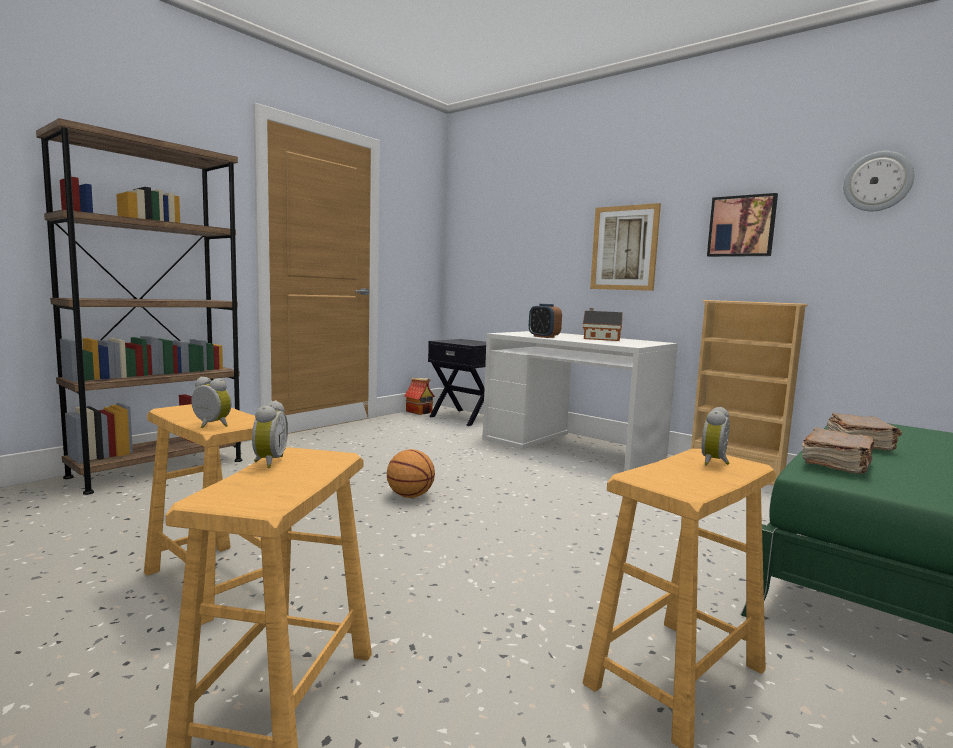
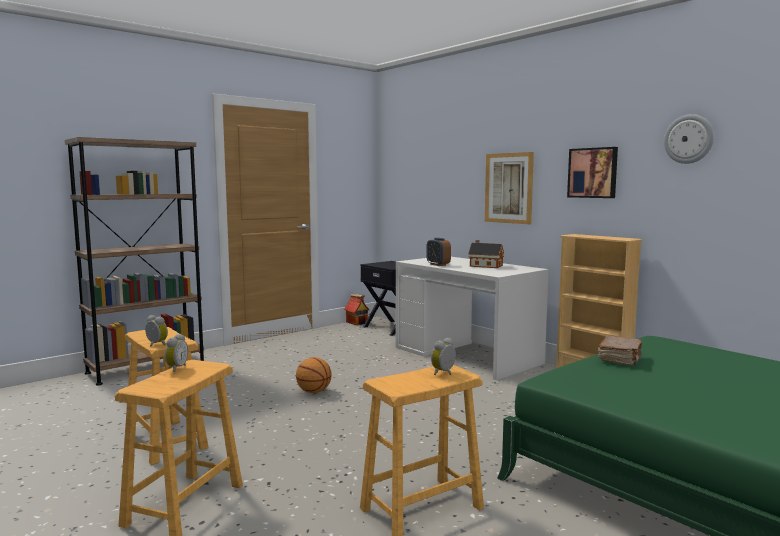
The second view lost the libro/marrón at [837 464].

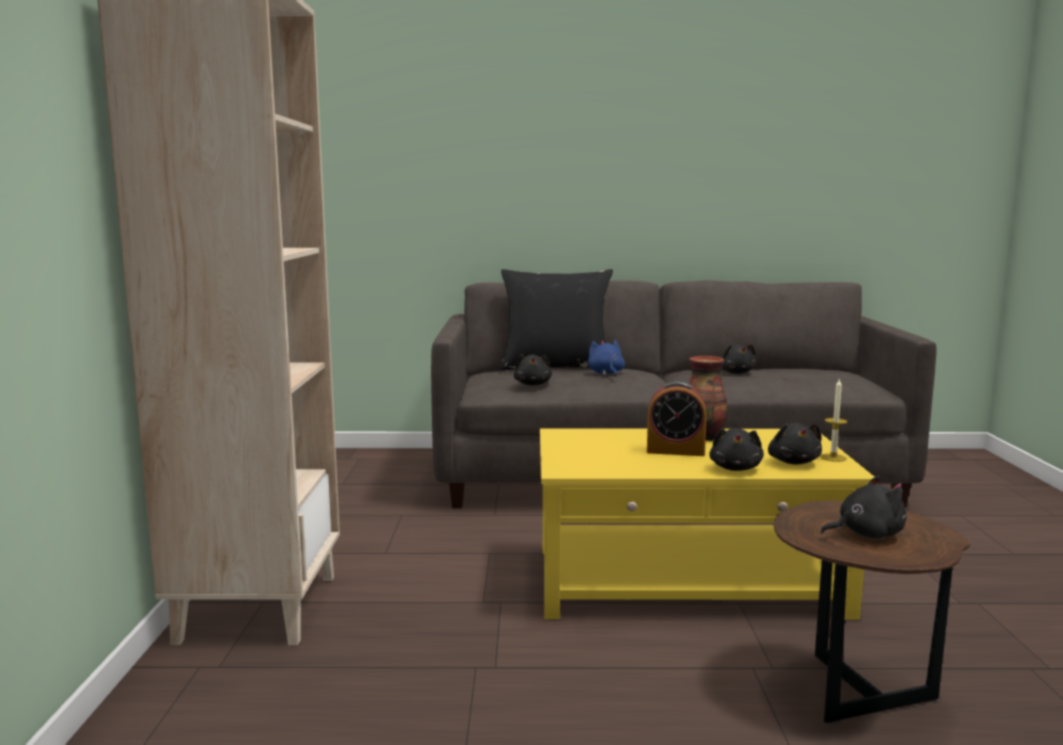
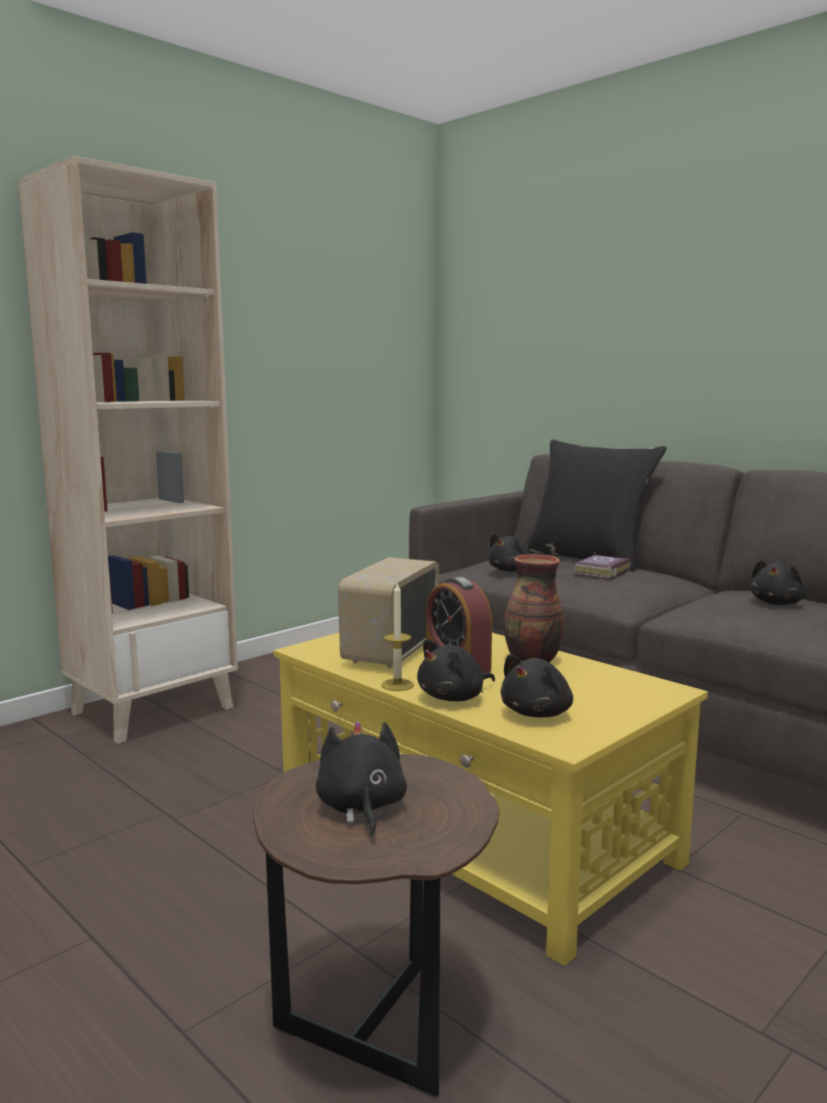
Where the peluche/azul stood at [606 373], the libro came to stand at [600 573]. The vela ended up elsewhere, having gone from [833 457] to [397 685]. The peluche/negro at [865 534] ended up facing another way, 135 degrees counterclockwise from before. The second view gained the radio at [390 652].

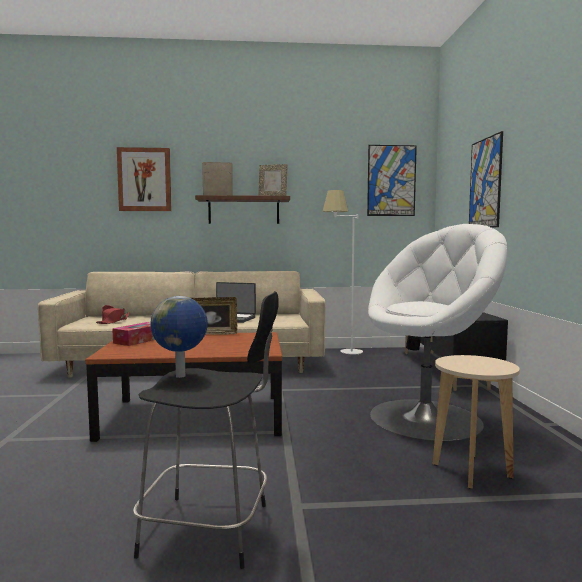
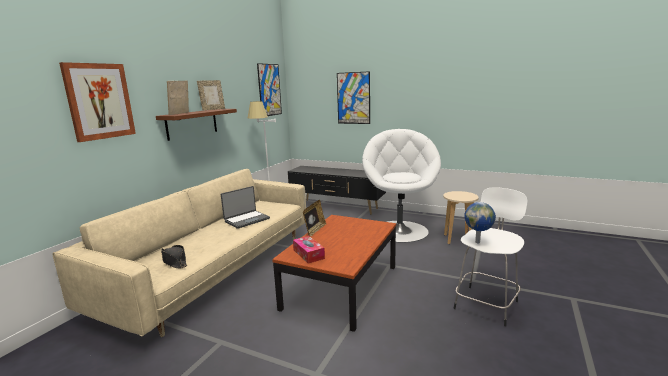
What was the sombrero/rojo at [113 321] turned into the sombrero/negro at [174 261]. What was the taburete/negro at [211 530] turned into the taburete/blanco at [486 303].

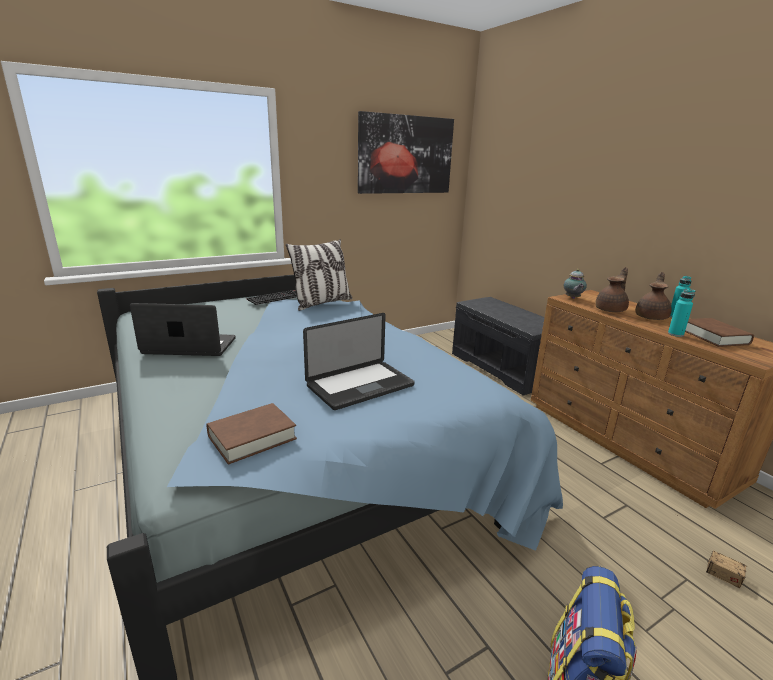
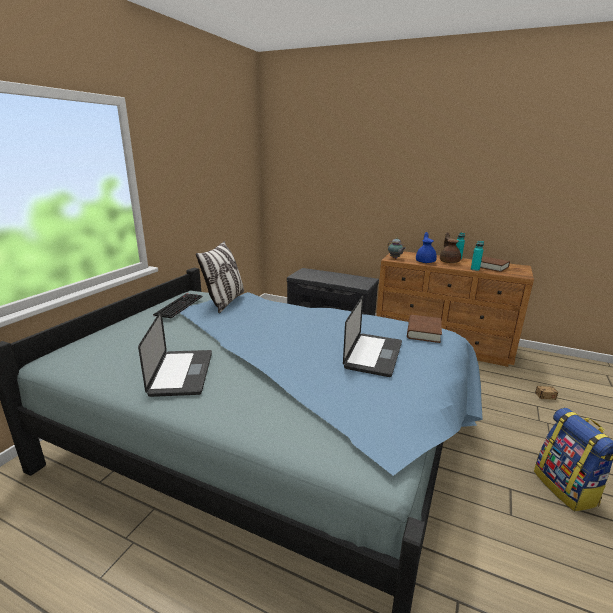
The portátil at [190 346] ended up facing another way, 120 degrees clockwise from before. The libro/marrón ended up elsewhere, having gone from [252 437] to [423 332]. The second view lost the cuadro at [405 155]. What was the tetera/marrón at [611 310] turned into the tetera/azul at [425 261].

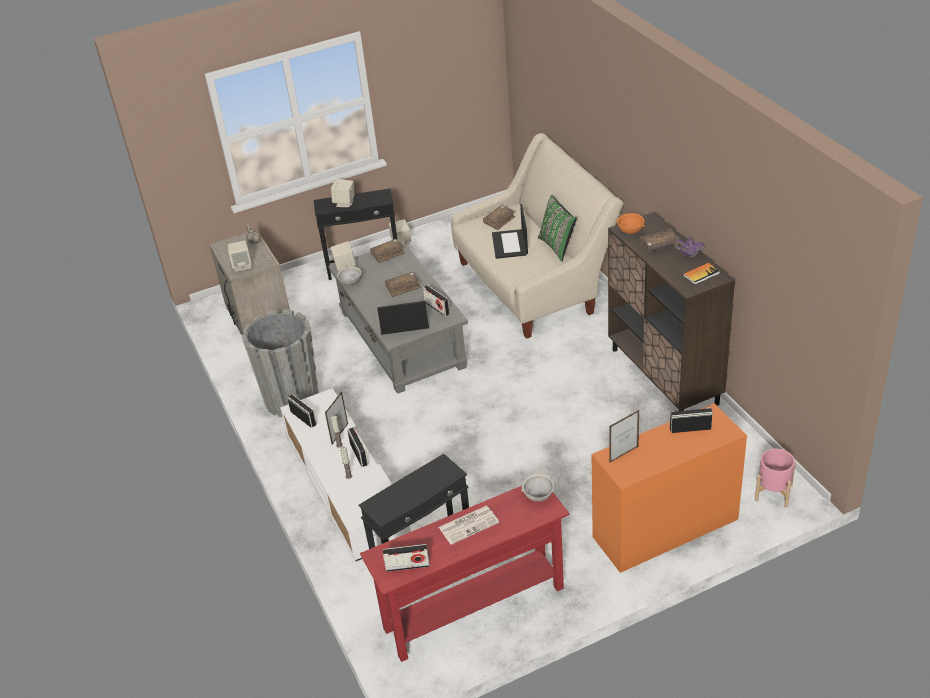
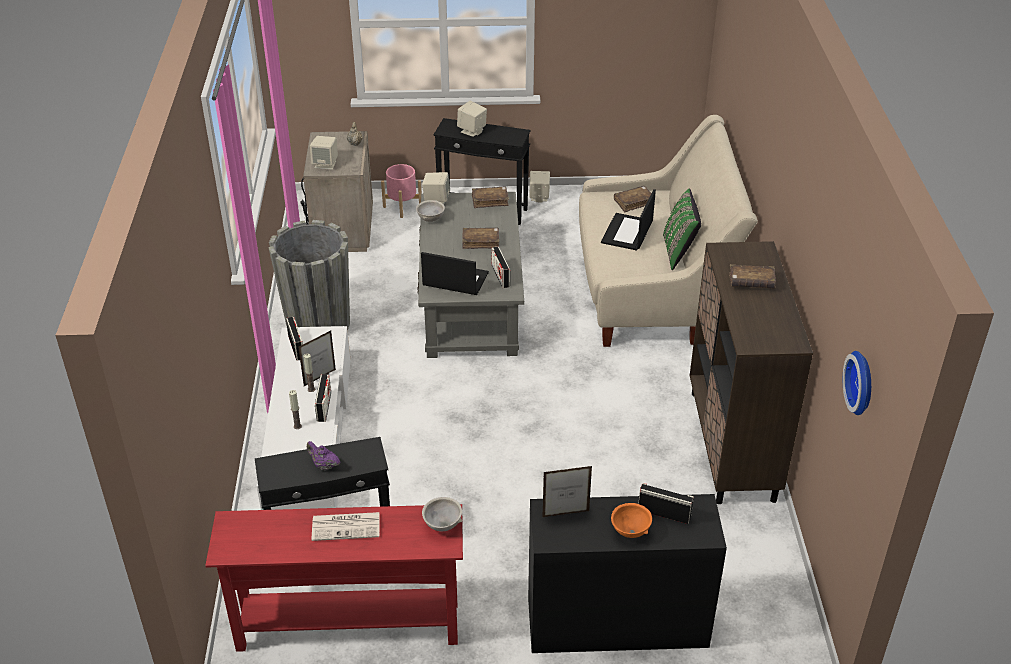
The second view lost the radio at [407 566]. What was the escritorio/naranja at [665 528] turned into the escritorio/negro at [616 623]. The cuenco/naranja ended up elsewhere, having gone from [630 232] to [630 531]. The tetera/morado ended up elsewhere, having gone from [688 255] to [324 465]. The second view lost the libro at [701 274]. The maceta/rosa ended up elsewhere, having gone from [773 492] to [402 206]. The second view gained the reloj de pared at [863 382].

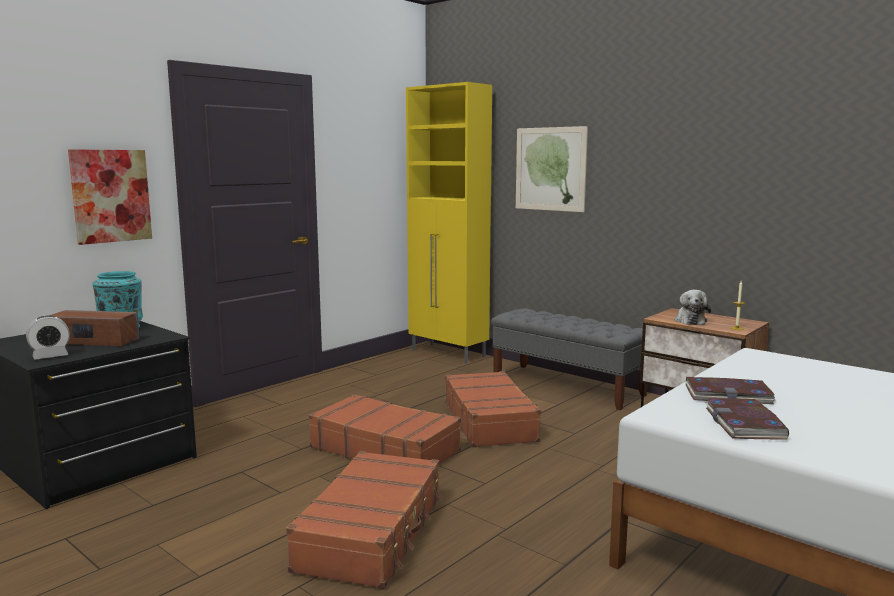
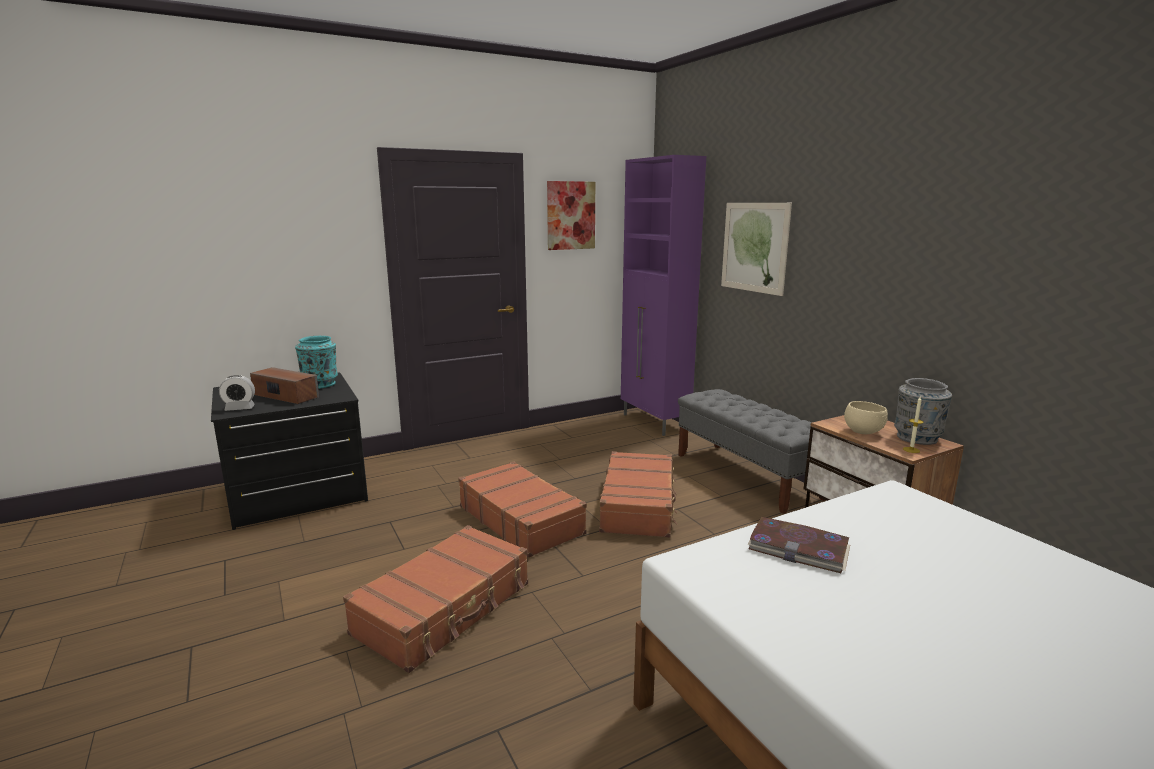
The cuadro ended up elsewhere, having gone from [111 196] to [570 215]. What was the armario/amarillo at [448 353] turned into the armario/morado at [654 422]. Where the peluche stood at [690 321], the cuenco/beis came to stand at [863 432]. The second view lost the libro at [745 423]. The second view gained the florero/gris at [917 438].

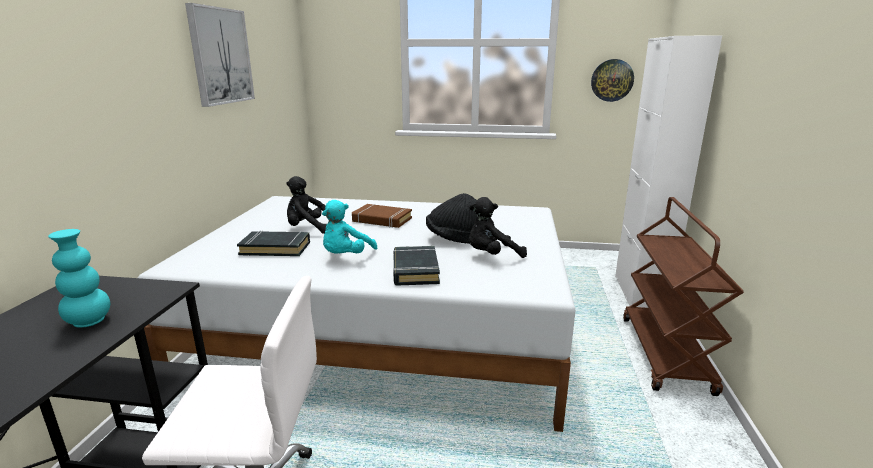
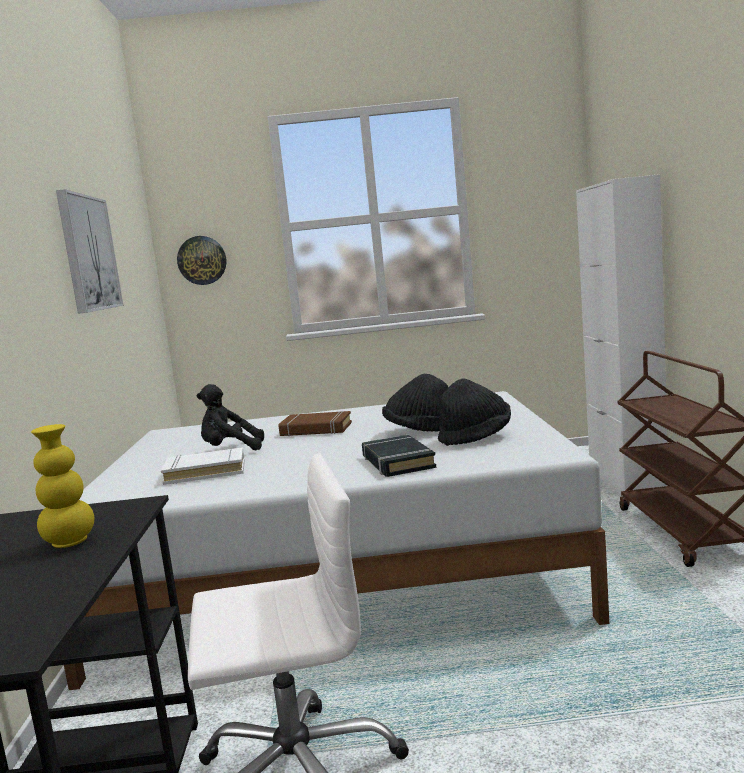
What was the florero/turquesa at [89 322] turned into the florero/amarillo at [70 542]. What was the libro/negro at [276 248] turned into the libro/blanco at [205 472]. The second view lost the peluche/turquesa at [346 256]. Where the peluche/negro stood at [492 255], the sombrero/negro came to stand at [475 437]. The reloj de pared ended up elsewhere, having gone from [612 80] to [202 260].

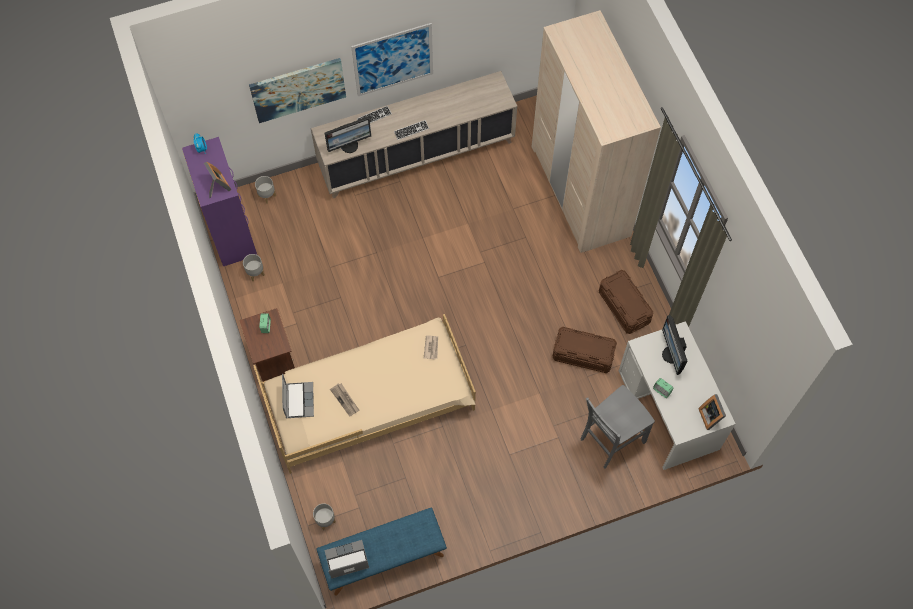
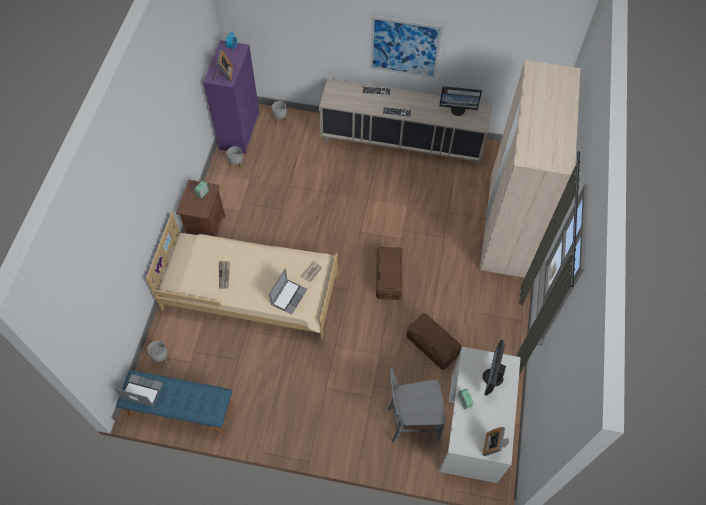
The second view lost the cuadro at [298 89]. The portátil ended up elsewhere, having gone from [298 400] to [288 296]. The monitor ended up elsewhere, having gone from [349 145] to [458 110]. The caja de almacenaje/marrón ended up elsewhere, having gone from [624 307] to [388 278].

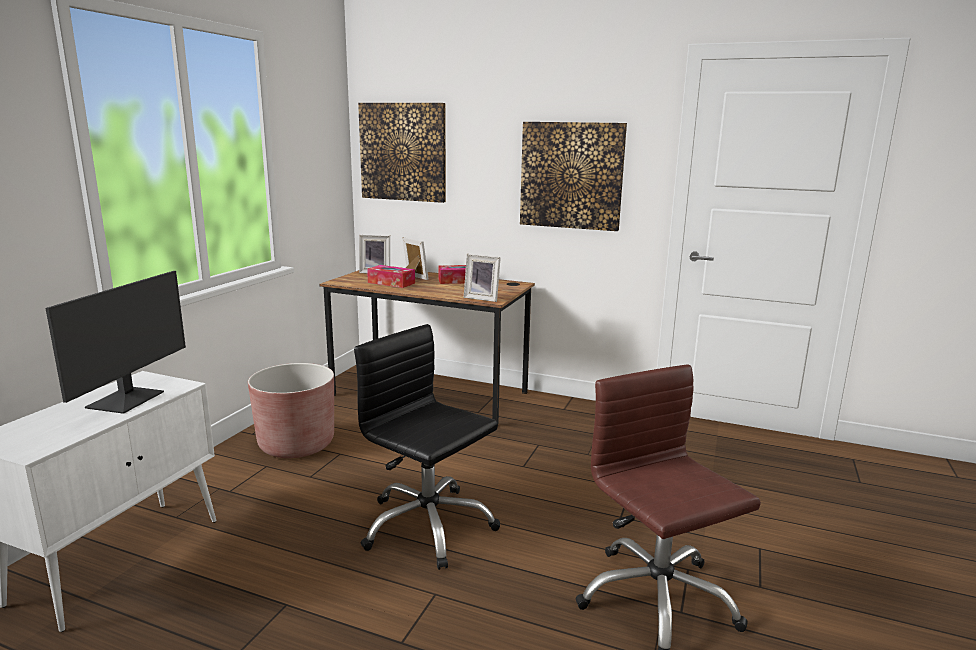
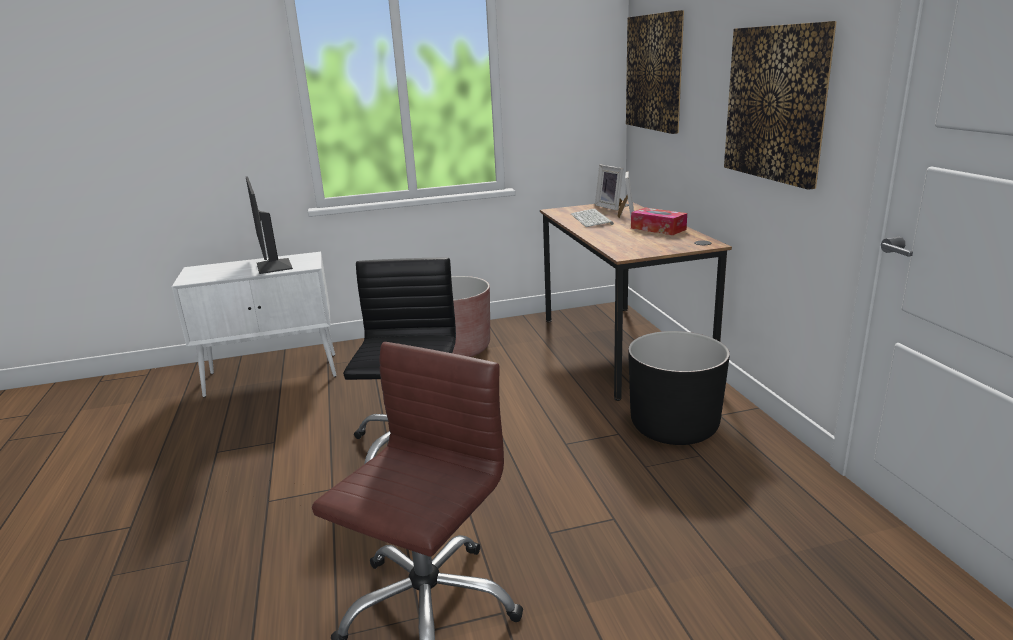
The monitor at [127 400] ended up facing another way, 90 degrees clockwise from before. Where the caja de pañuelos stood at [391 283], the teclado came to stand at [592 219]. The second view lost the portarretratos at [482 298]. The second view gained the maceta/negro at [674 426].

